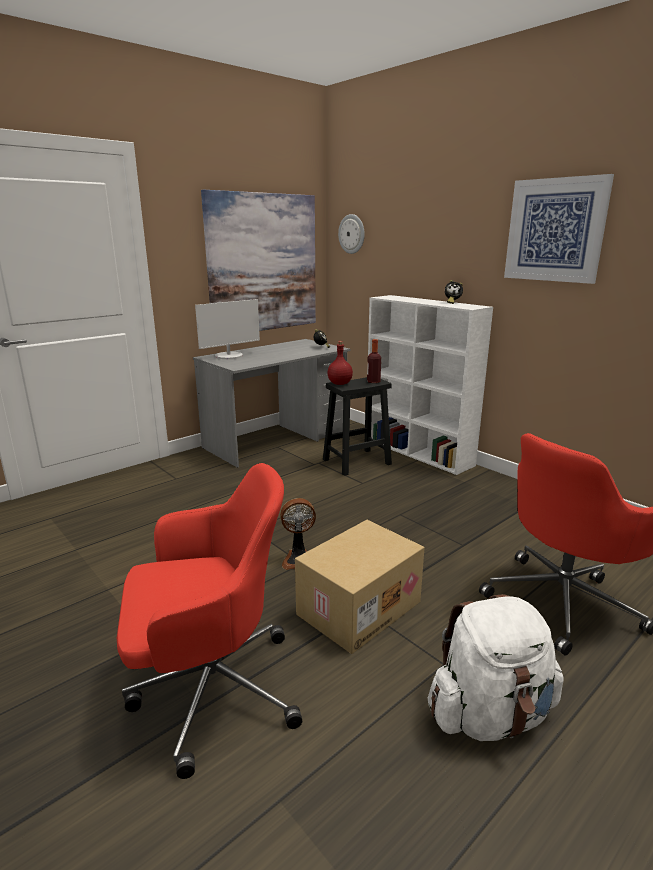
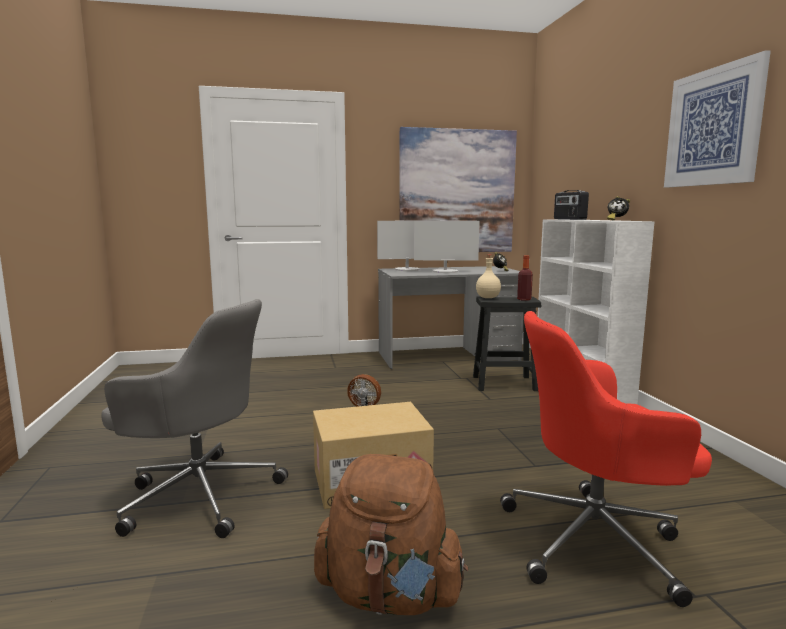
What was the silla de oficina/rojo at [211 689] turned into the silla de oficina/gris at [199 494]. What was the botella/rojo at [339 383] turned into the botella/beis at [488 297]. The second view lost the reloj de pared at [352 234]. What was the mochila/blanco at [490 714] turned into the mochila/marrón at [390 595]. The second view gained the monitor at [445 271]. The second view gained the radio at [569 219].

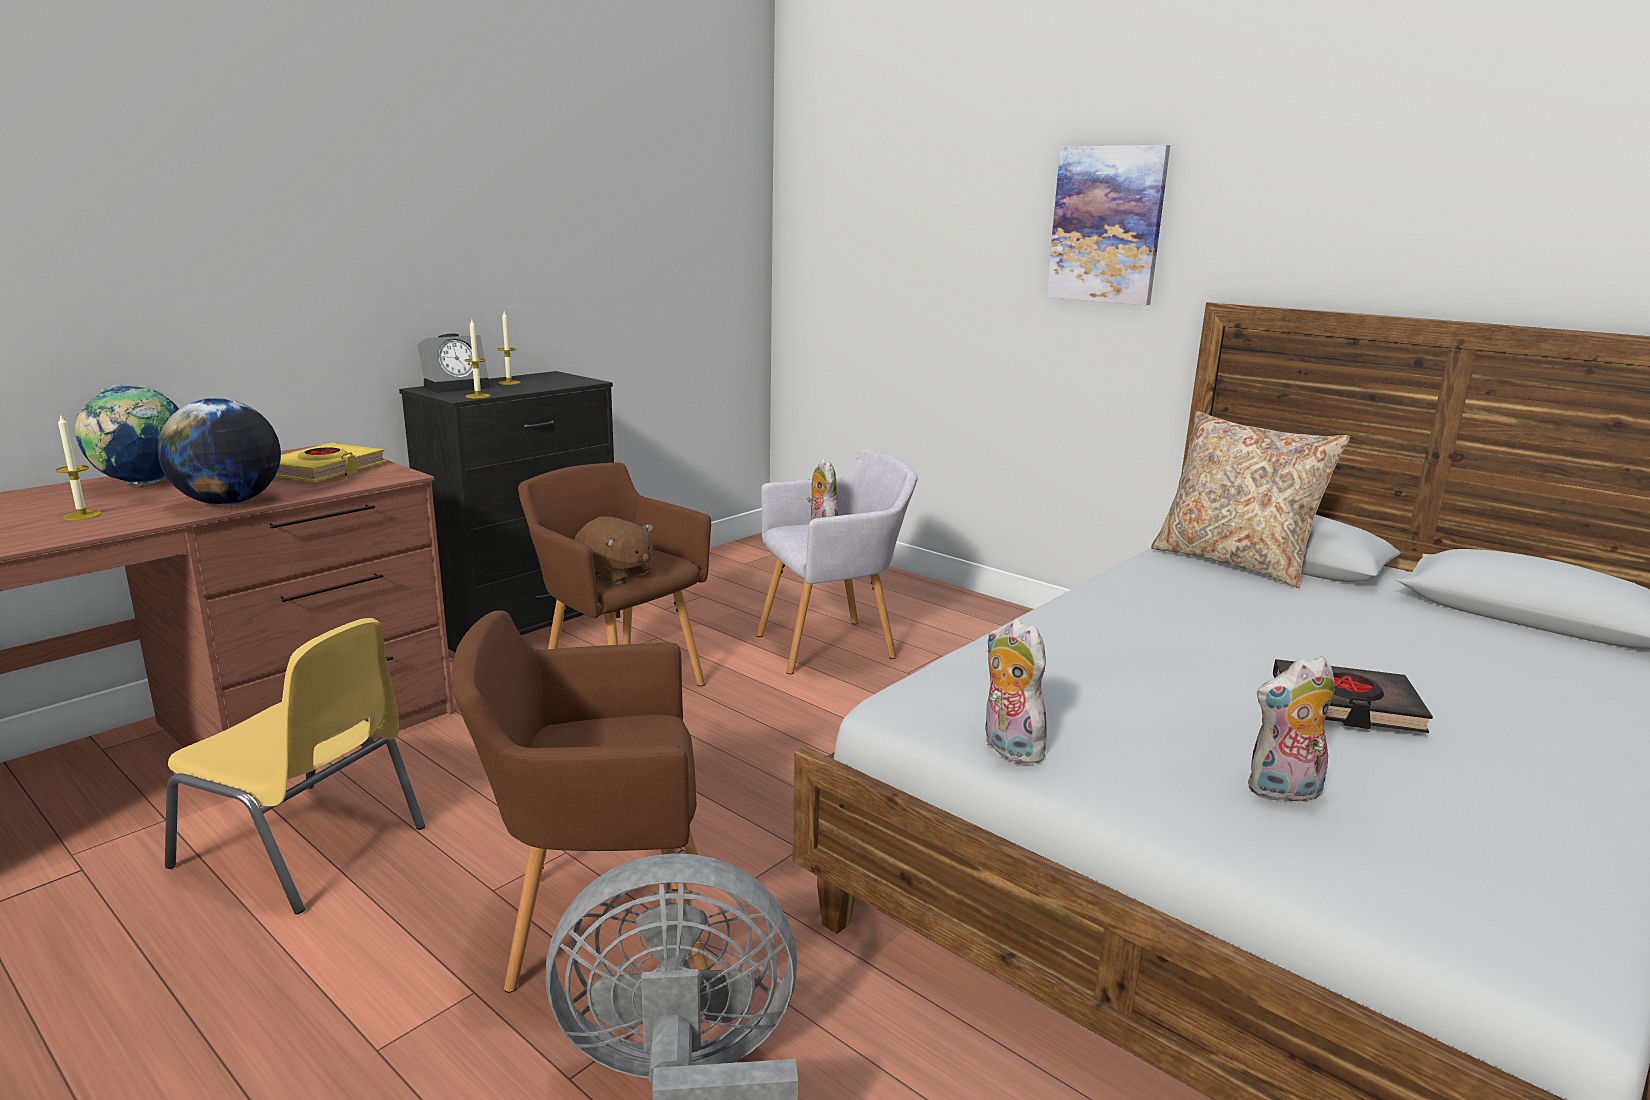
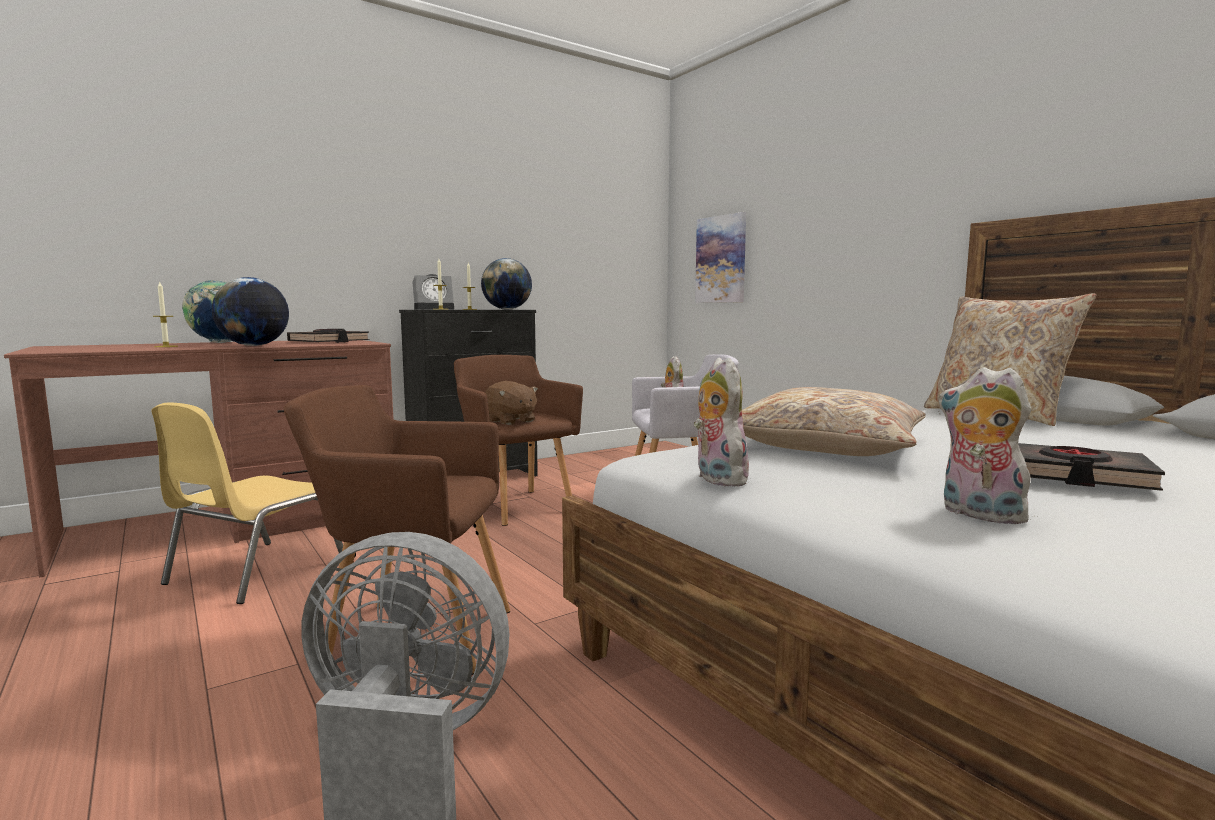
The silla/amarillo at [305 847] ended up facing another way, 75 degrees clockwise from before. What was the libro/amarillo at [324 470] turned into the libro/negro at [329 342]. The cuadro ended up elsewhere, having gone from [1106 225] to [721 259]. The peluche at [1284 793] ended up facing another way, 45 degrees clockwise from before. The second view gained the globo terráqueo at [507 309]. The second view gained the cojín/beis at [827 445].

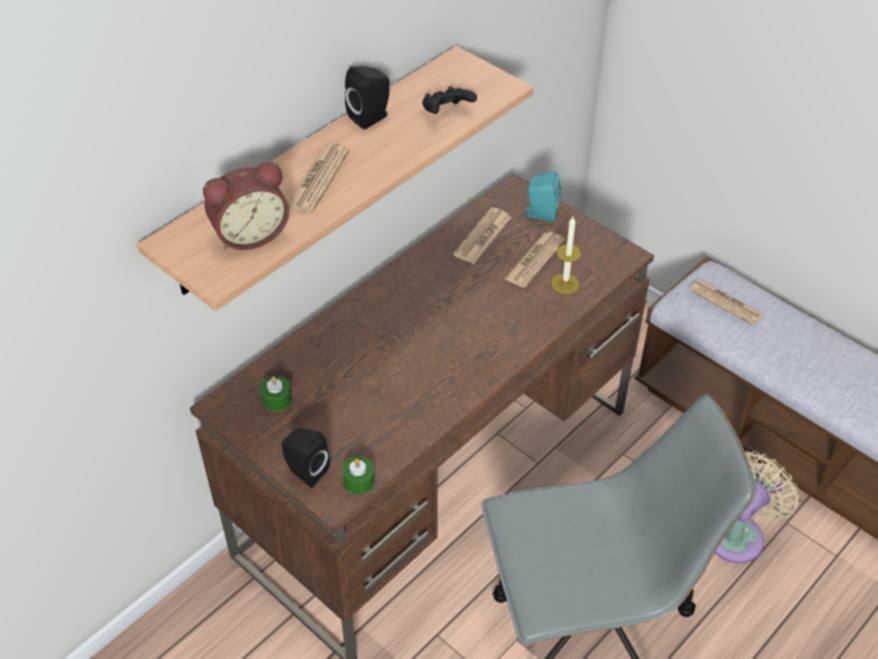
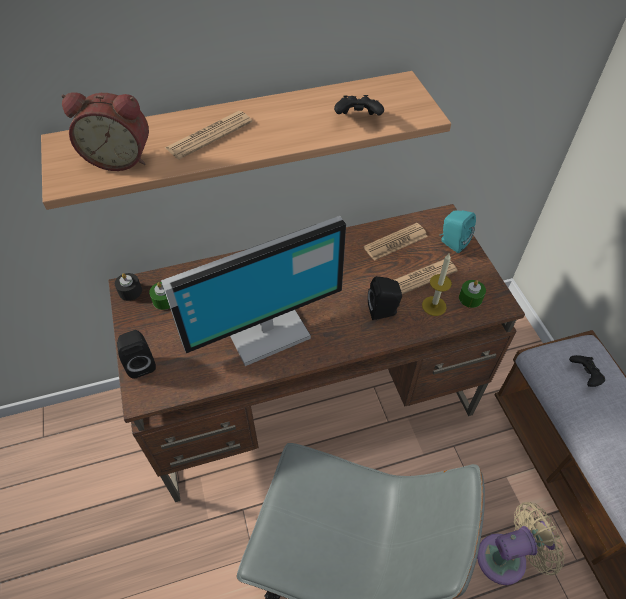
The vela/verde ended up elsewhere, having gone from [359 481] to [470 298]. The altavoz/negro ended up elsewhere, having gone from [371 117] to [384 311]. Where the periódico stood at [726 303], the mando de consola/negro came to stand at [584 376]. The second view gained the vela/negro at [130 291]. The second view gained the monitor at [265 329].

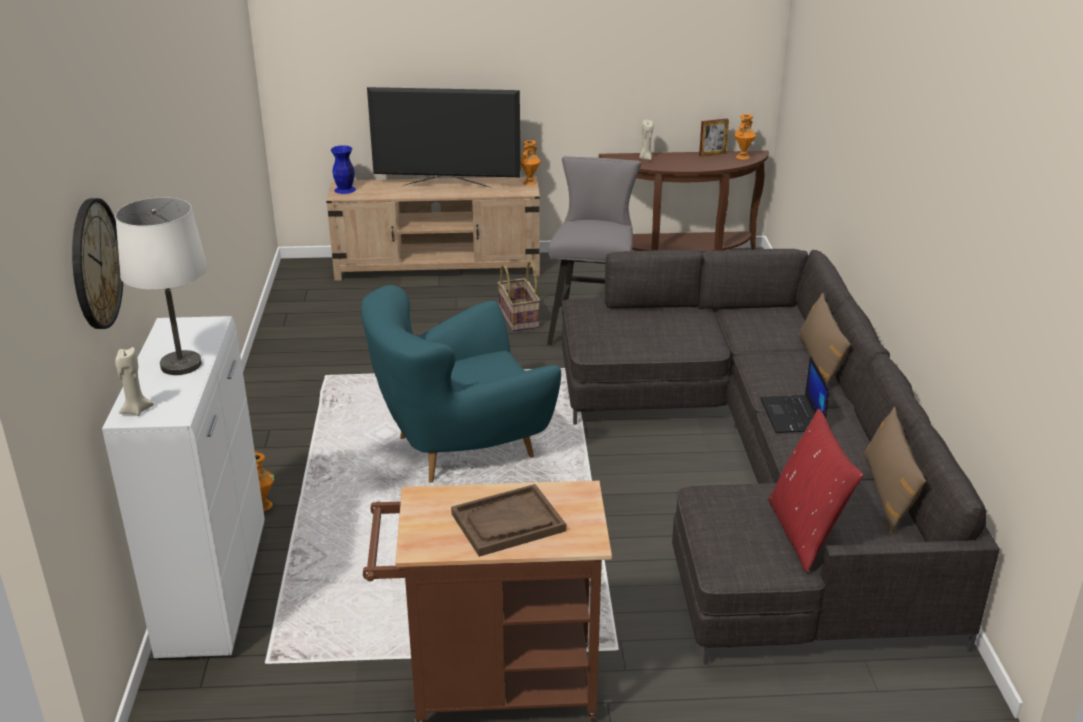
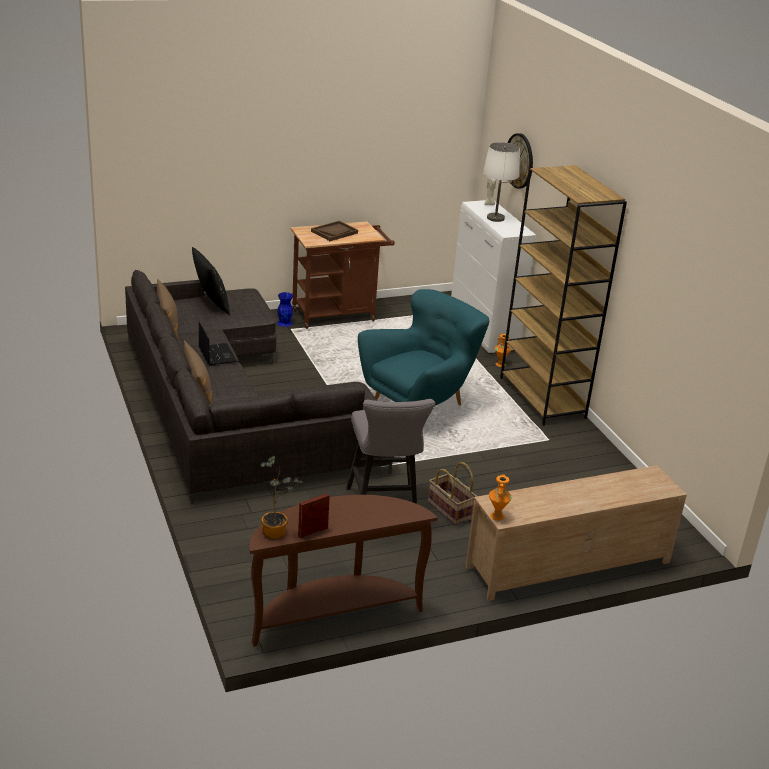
The florero/azul ended up elsewhere, having gone from [344 190] to [284 323]. The second view lost the televisor at [447 186]. The second view lost the vela/beis at [645 158]. Where the florero/naranja stood at [743 157], the planta en maceta came to stand at [277 531]. What was the cojín/rojo at [805 532] turned into the cojín/negro at [211 304]. The second view gained the estantería/marrón at [543 398].

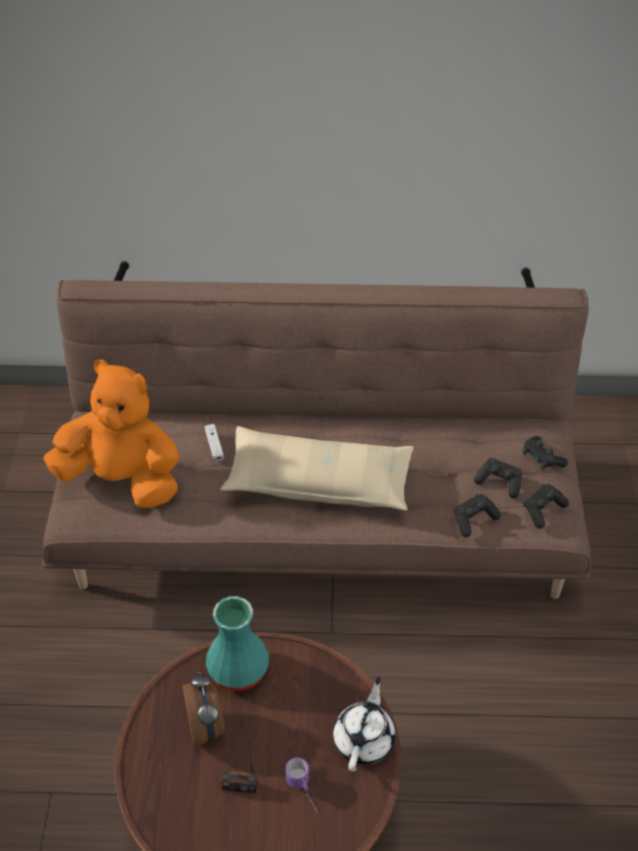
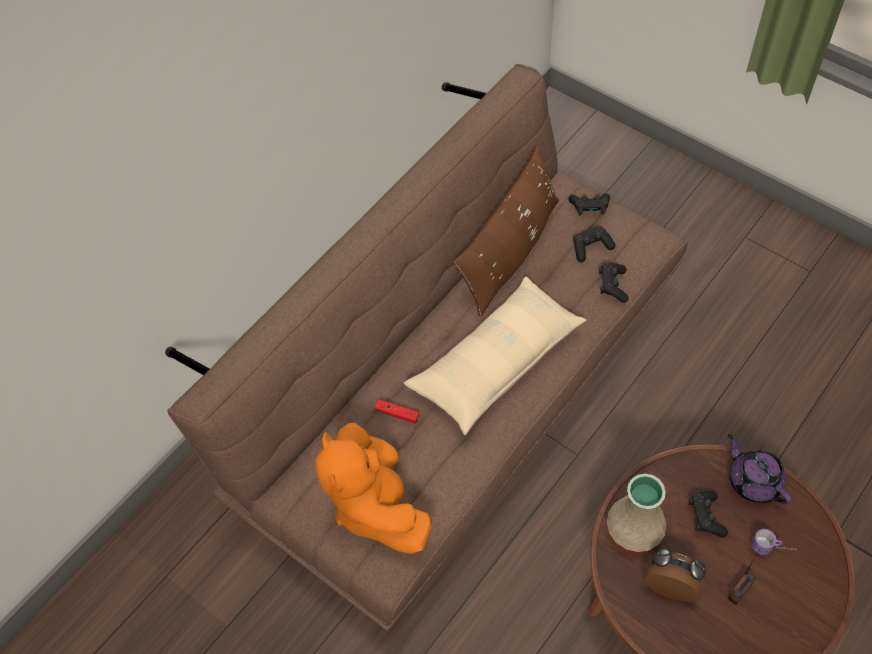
The peluche/naranja at [122 479] ended up facing another way, 75 degrees counterclockwise from before. What was the mando de consola/blanco at [214 446] turned into the mando de consola/rojo at [397 414]. What was the florero/turquesa at [240 669] turned into the florero/beis at [635 528]. What was the tetera/blanco at [364 739] turned into the tetera/morado at [753 480]. The mando de consola/negro ended up elsewhere, having gone from [543 510] to [705 517]. The second view gained the cojín/marrón at [510 253].

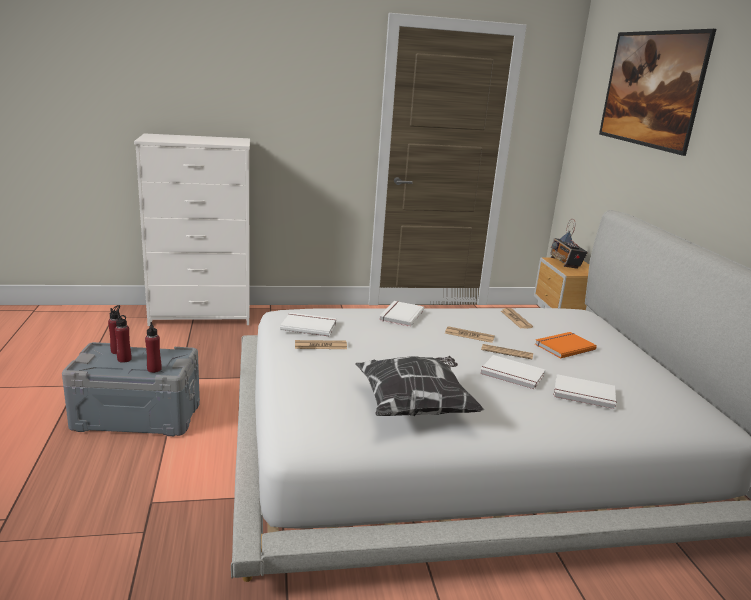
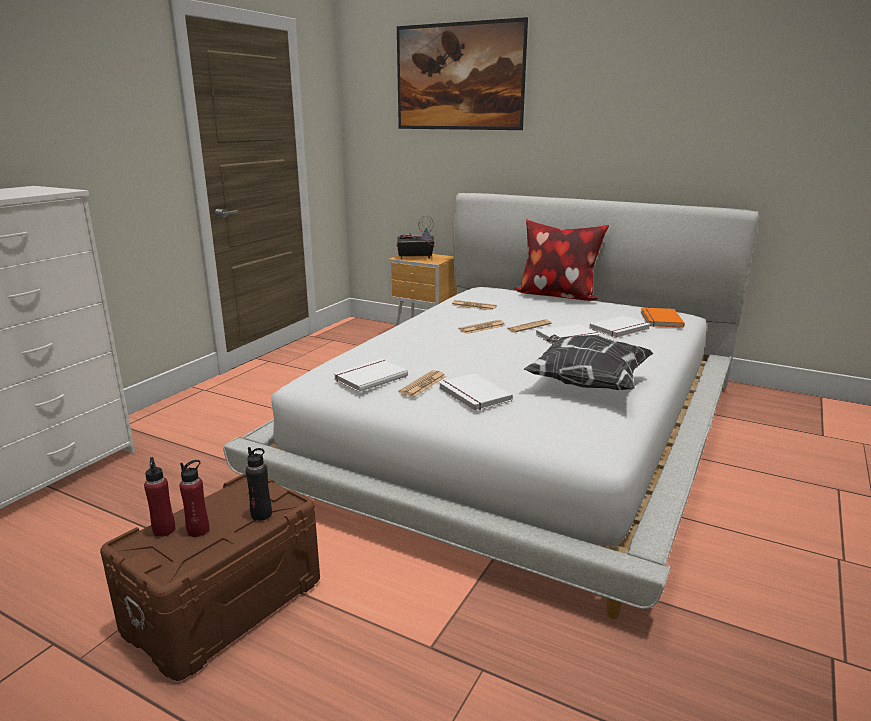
What was the caja de almacenaje/gris at [137 415] turned into the caja de almacenaje/marrón at [223 604]. What was the botella/rojo at [154 369] turned into the botella/negro at [261 514]. The libro/blanco ended up elsewhere, having gone from [400 315] to [473 395]. The libro/naranja ended up elsewhere, having gone from [563 346] to [659 319]. The radio at [565 263] ended up facing another way, 150 degrees clockwise from before. The second view gained the cojín at [557 296].

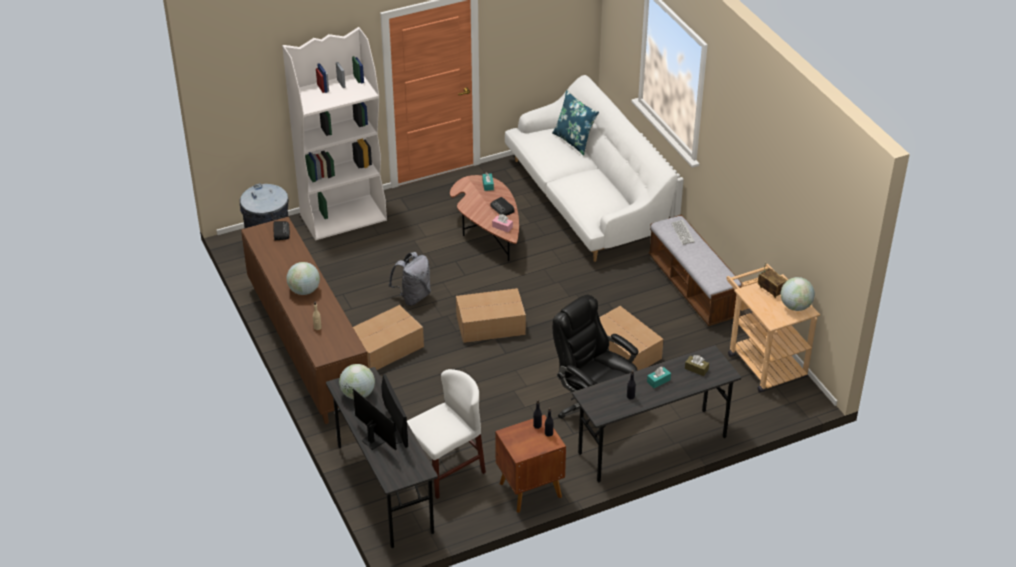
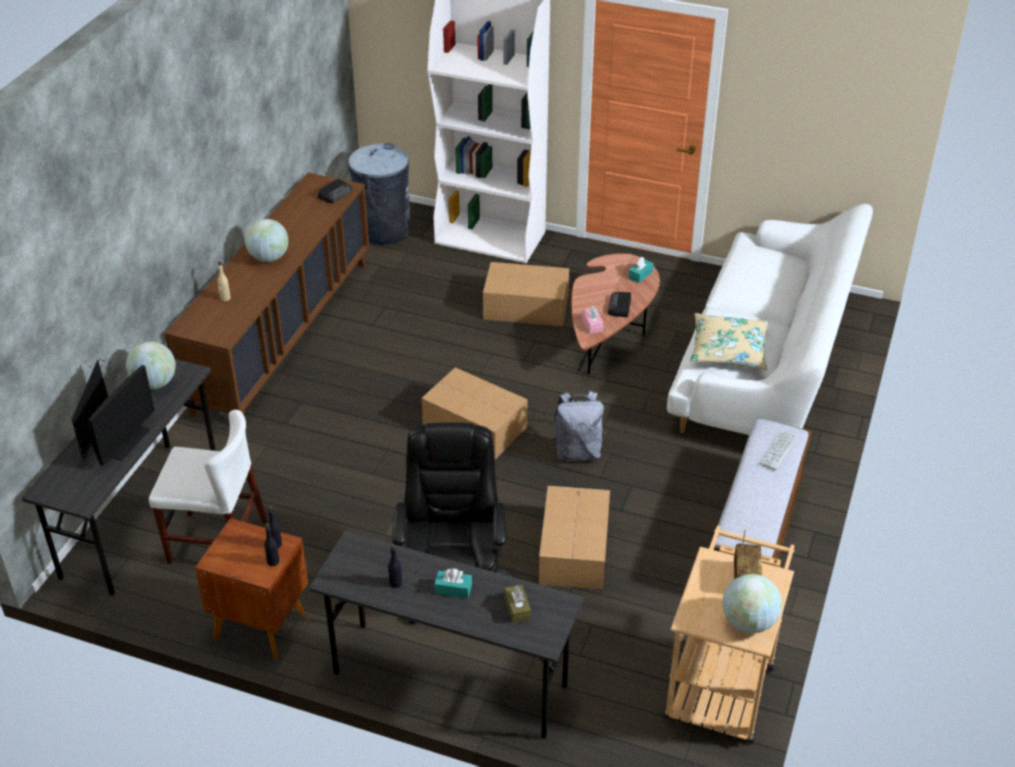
The caja de cartón ended up elsewhere, having gone from [384 348] to [525 306]. The mochila/gris ended up elsewhere, having gone from [413 297] to [577 452]. The second view lost the cojín/azul at [574 141]. The second view gained the cojín/beis at [728 350].

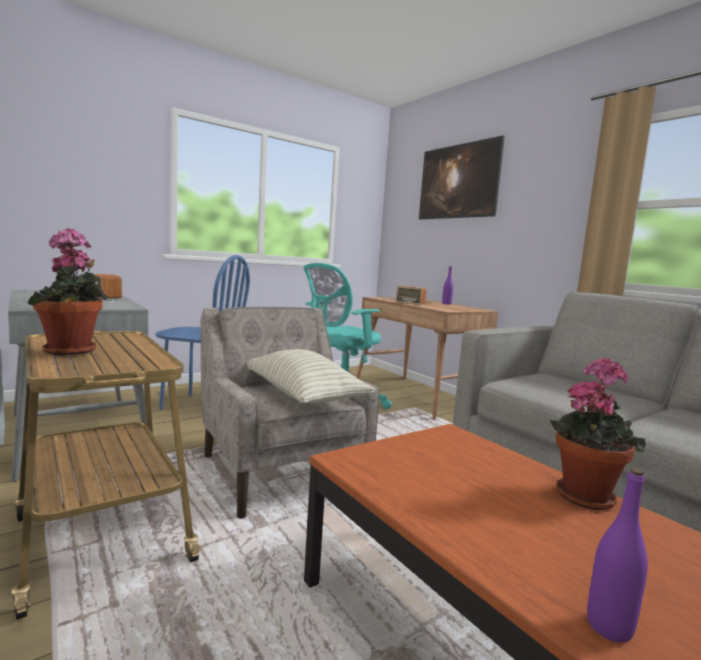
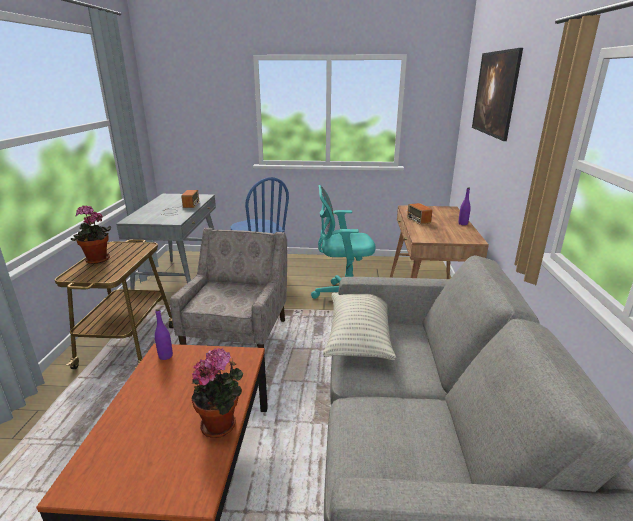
The cojín ended up elsewhere, having gone from [302 396] to [358 336]. The botella/morado ended up elsewhere, having gone from [609 627] to [165 356].

